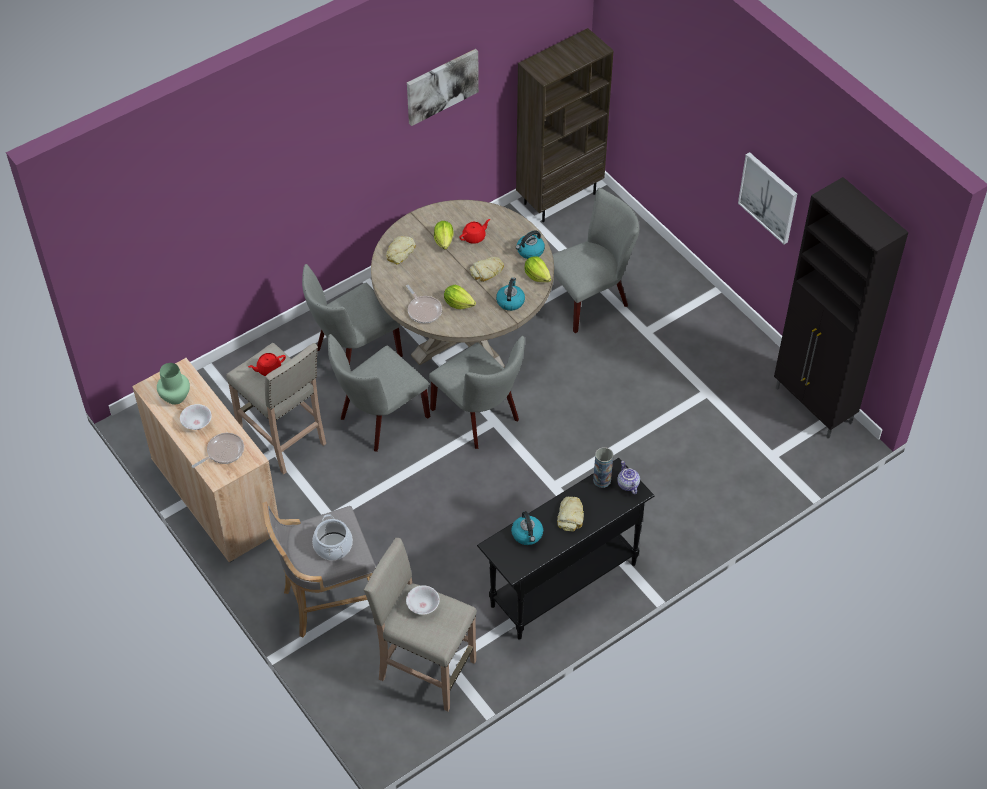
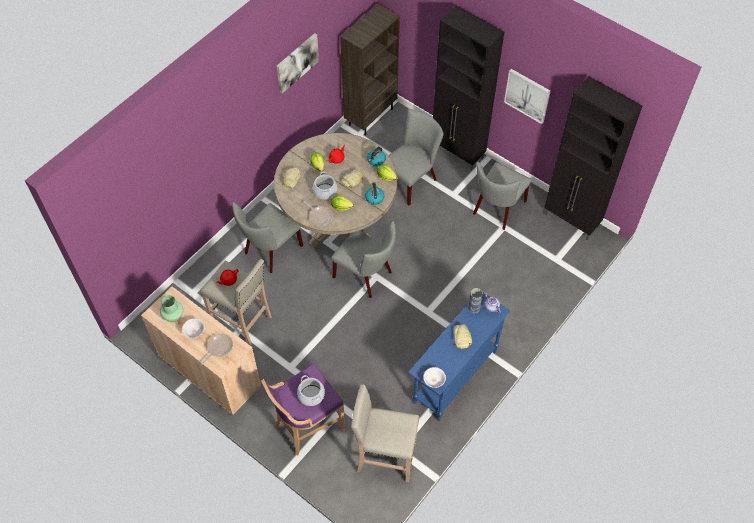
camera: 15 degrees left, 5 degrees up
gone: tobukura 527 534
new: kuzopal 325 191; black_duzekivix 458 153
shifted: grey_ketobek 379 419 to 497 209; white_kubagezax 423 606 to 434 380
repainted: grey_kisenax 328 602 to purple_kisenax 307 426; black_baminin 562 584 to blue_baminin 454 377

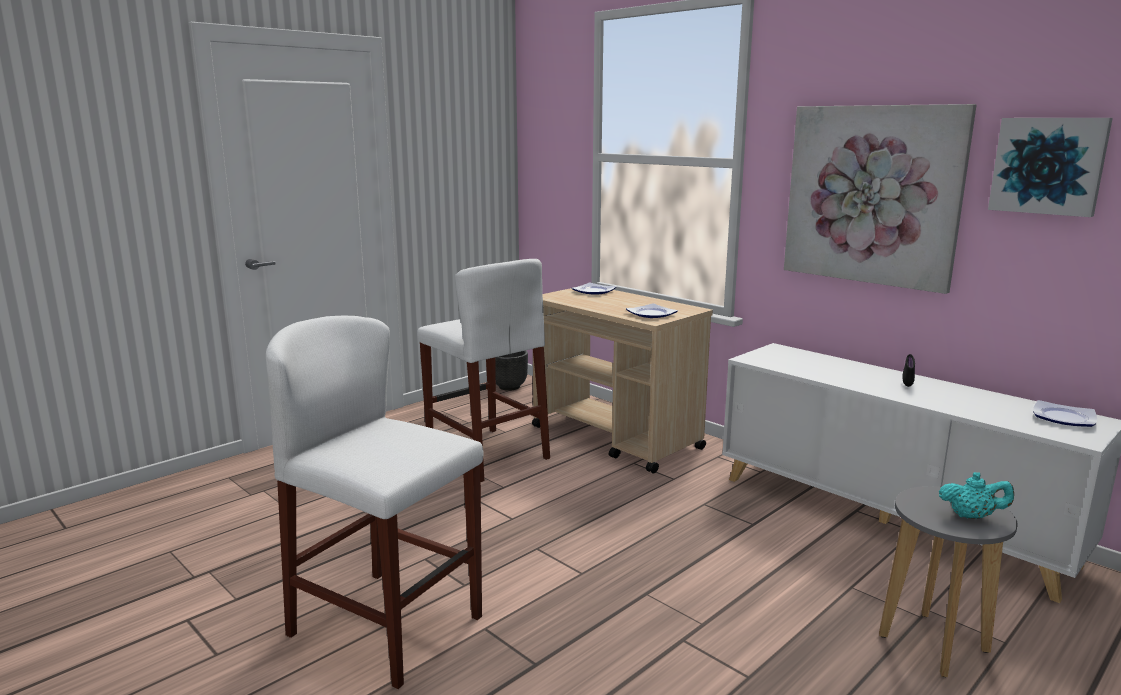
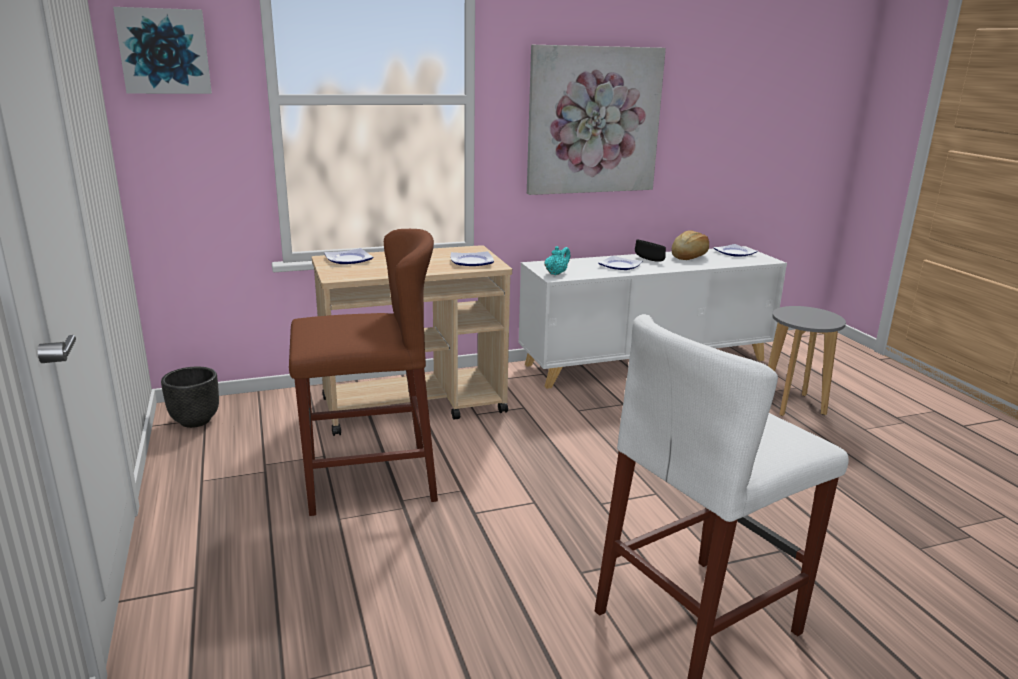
camera: 65 degrees left, 5 degrees up
new: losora 620 266; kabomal 689 256
shifted: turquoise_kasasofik 972 516 to 556 273; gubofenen 1048 165 to 164 51
repainted: white_kisenax 487 453 to brown_kisenax 369 480

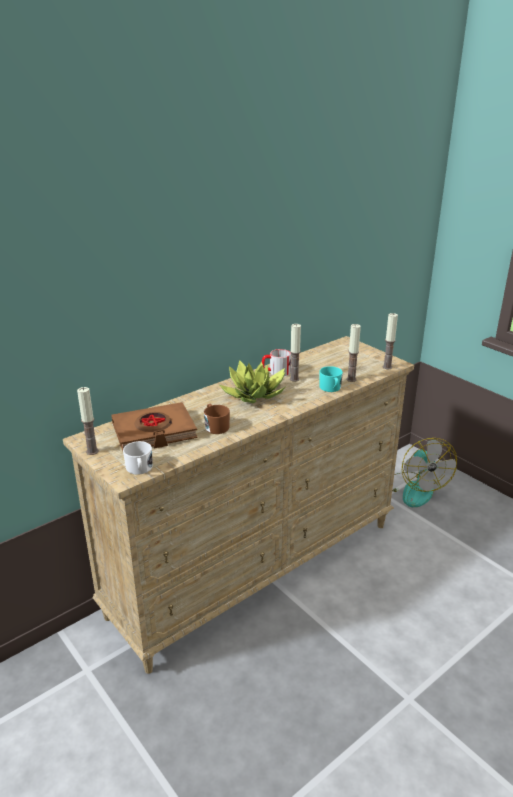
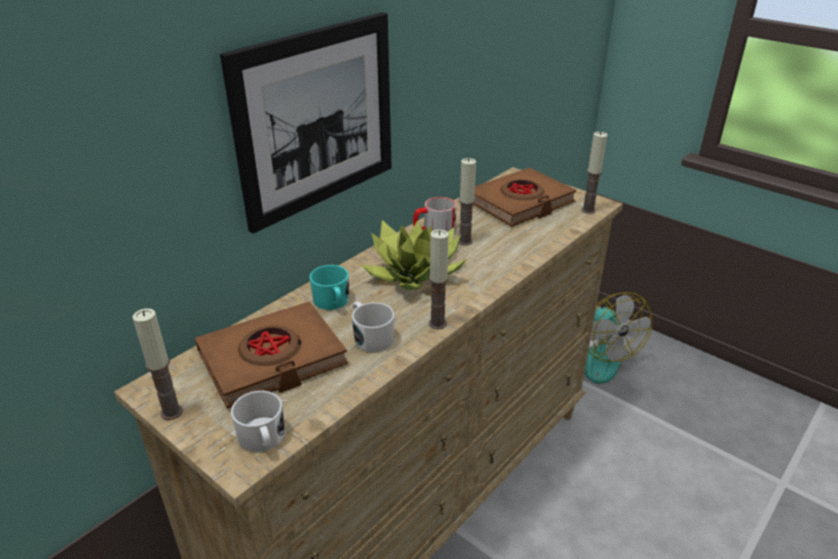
camera: 10 degrees left, 5 degrees up
new: gubofenen 317 119; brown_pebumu 520 203
shifted: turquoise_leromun 331 388 to 332 302; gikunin 351 379 to 437 323
repainted: brown_leromun 215 426 to white_leromun 370 337

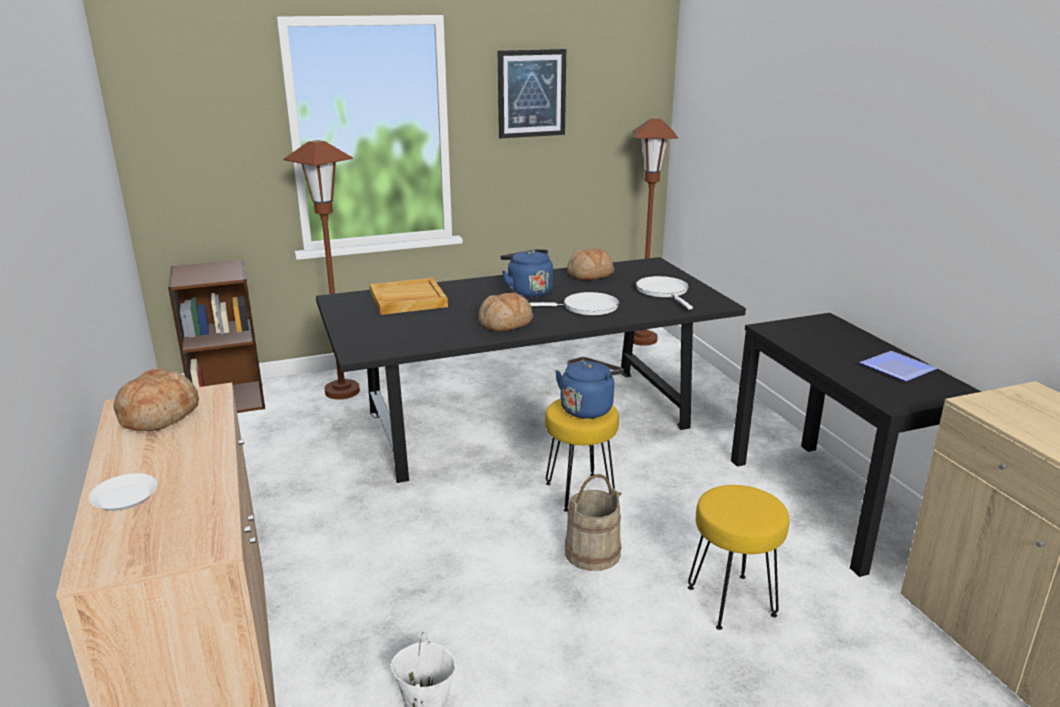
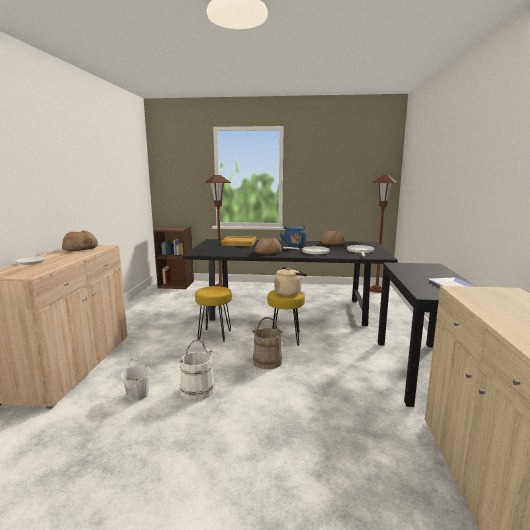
camera: 25 degrees right, 10 degrees down
gone: gubofenen 531 93
new: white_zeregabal 197 390
shifted: yellow_kisenax 731 602 to 214 335
repainted: blue_tobukura 588 408 to beige_tobukura 289 293

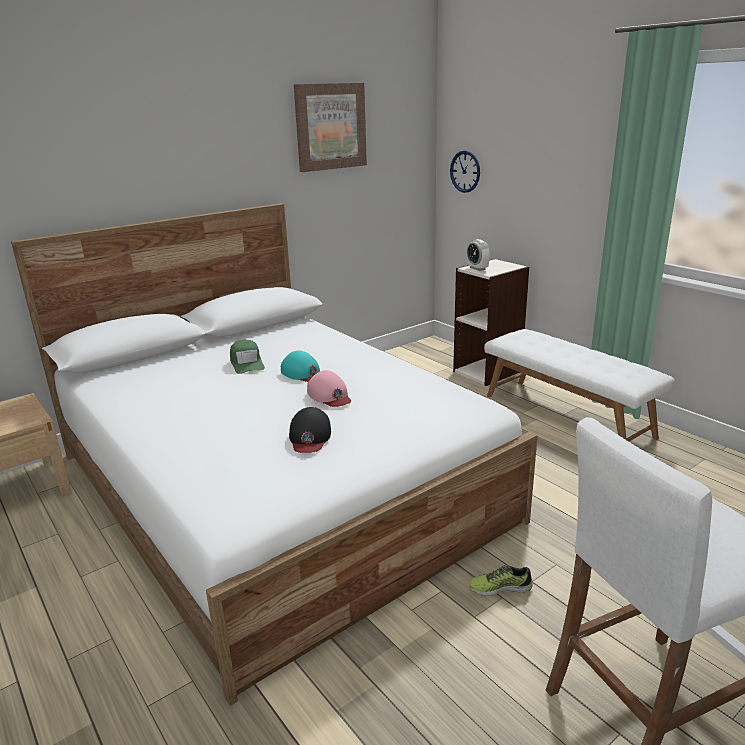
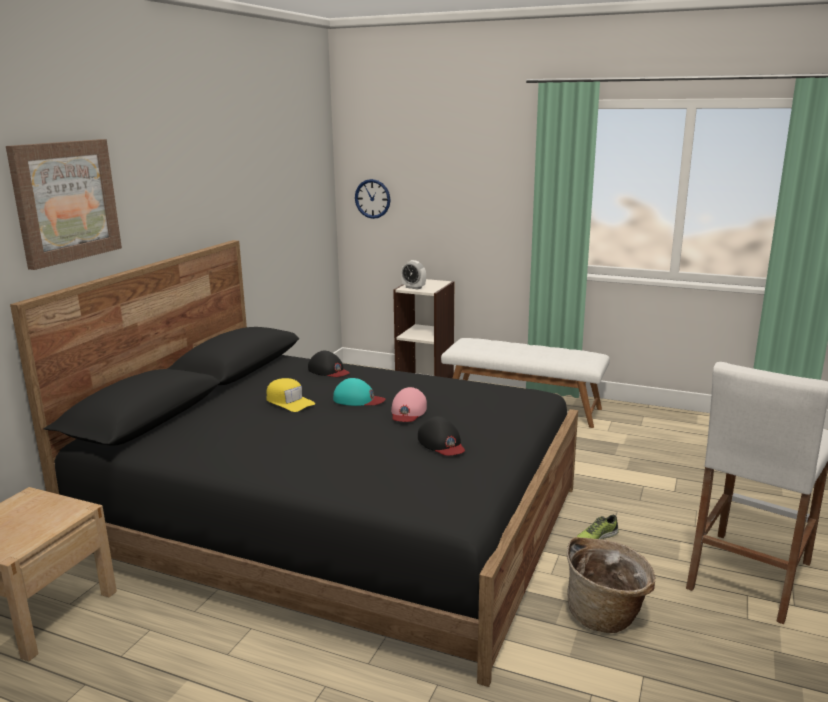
camera: 30 degrees left, 5 degrees down
new: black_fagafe 328 370; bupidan 606 615
shifted: gubofenen 330 127 to 65 201
repainted: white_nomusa 274 485 to black_nomusa 335 521; green_fagafe 247 363 to yellow_fagafe 289 402
rotated: pink_fagafe 329 395 = 408 411 75 degrees clockwise

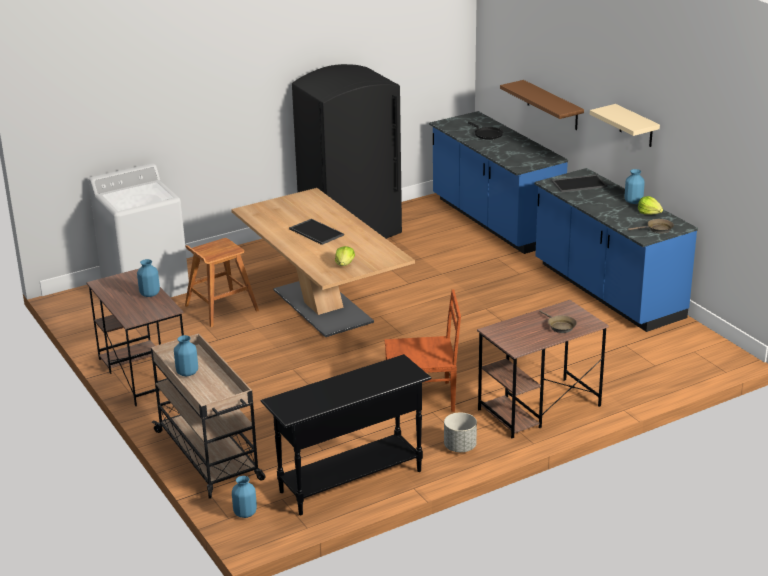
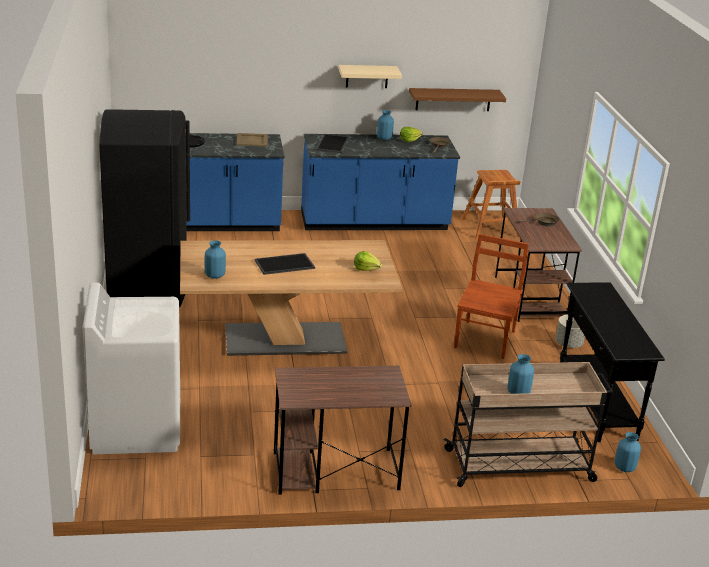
camera: 70 degrees left, 0 degrees up
new: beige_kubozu 252 140
shifted: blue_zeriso 150 294 to 214 275; brown_kisenax 220 308 to 490 228; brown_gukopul 552 105 to 453 99

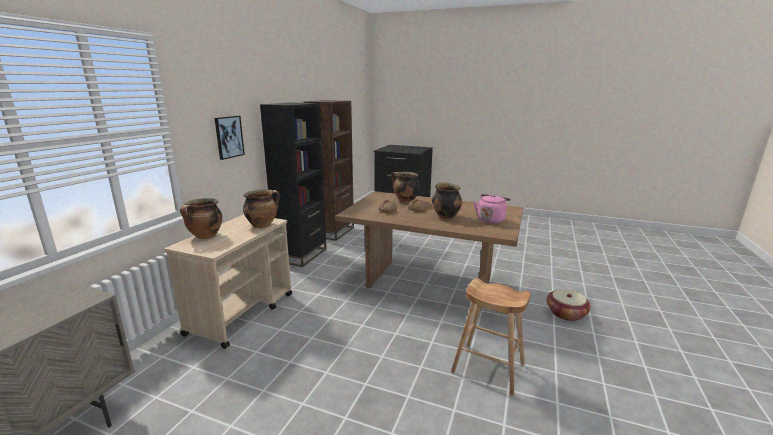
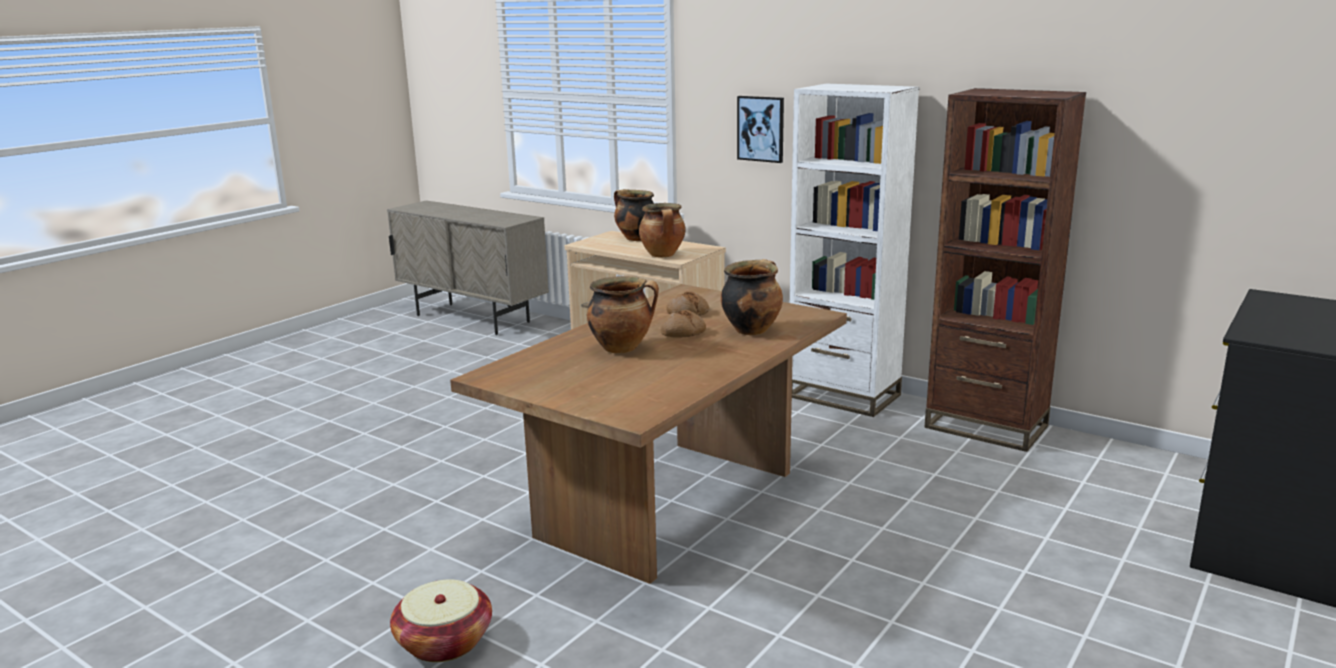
camera: 105 degrees right, 0 degrees up
gone: brown_kisenax 488 368; pink_tobukura 491 219
repainted: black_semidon 301 255 to white_semidon 843 396

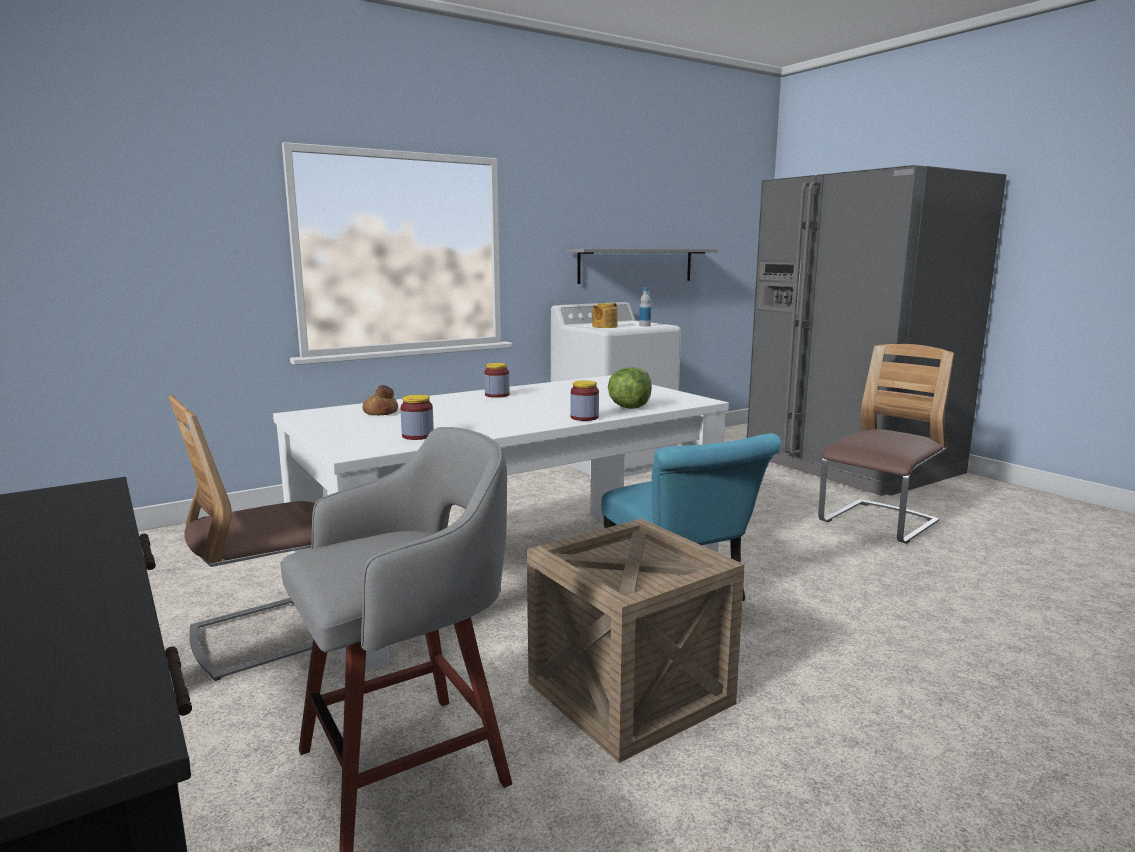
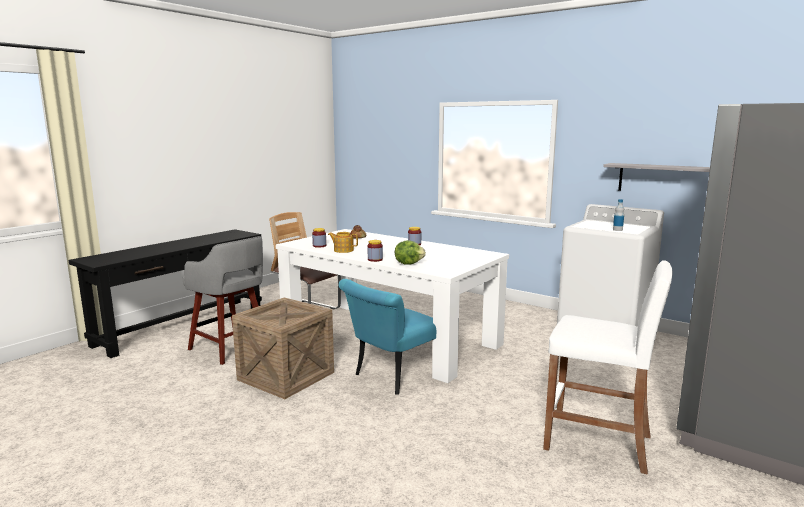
camera: 70 degrees right, 0 degrees up
shifted: kasasofik 604 326 to 343 250
swapped: ketobek 878 523 to white_kisenax 598 443

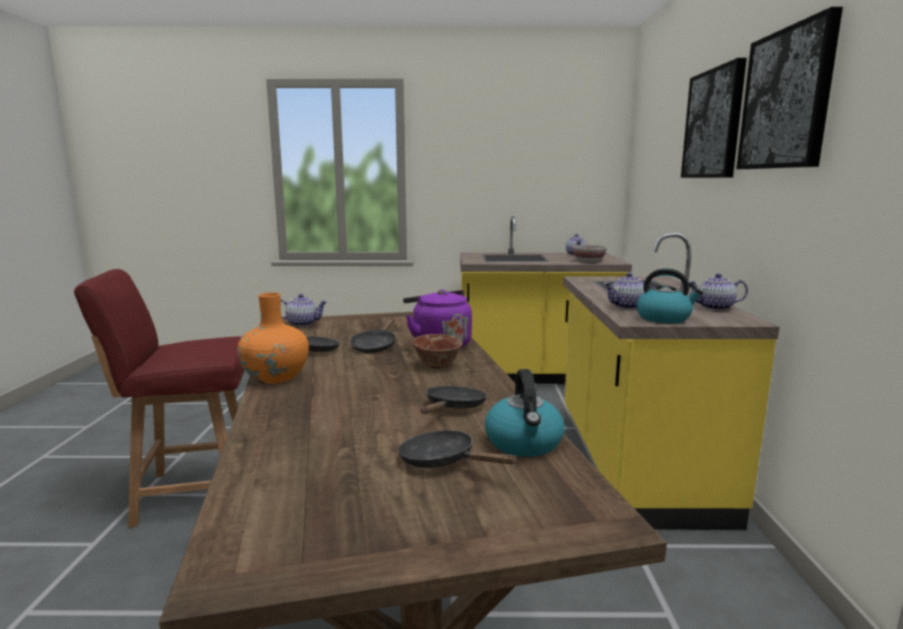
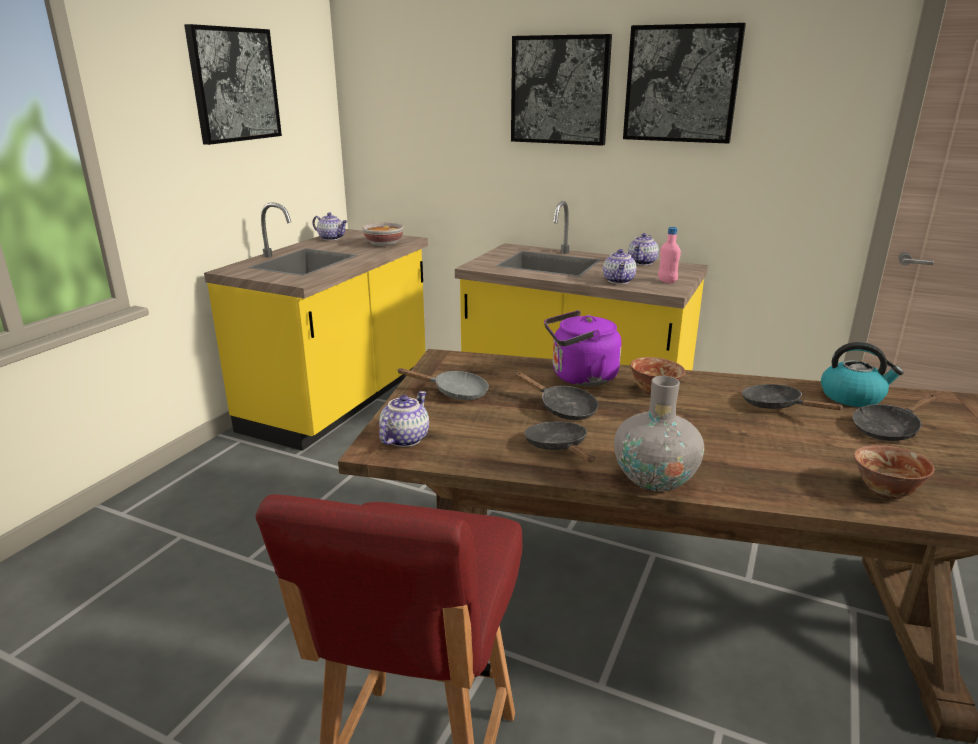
camera: 65 degrees left, 10 degrees up
new: gubofenen 234 85; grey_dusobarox 455 392; kubagezax 885 491
swapped: tobukura 664 318 to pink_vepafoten 667 281
repainted: orange_zeriso 276 377 to grey_zeriso 654 478

